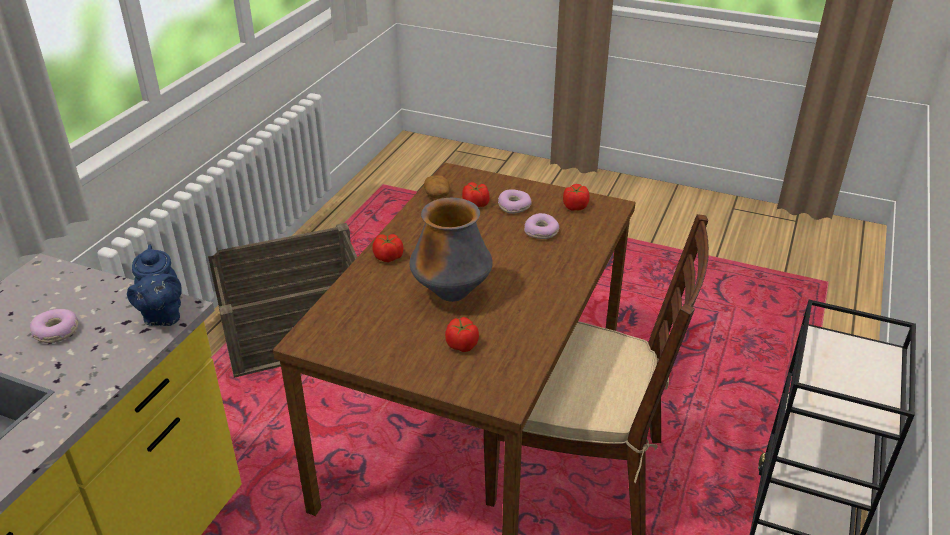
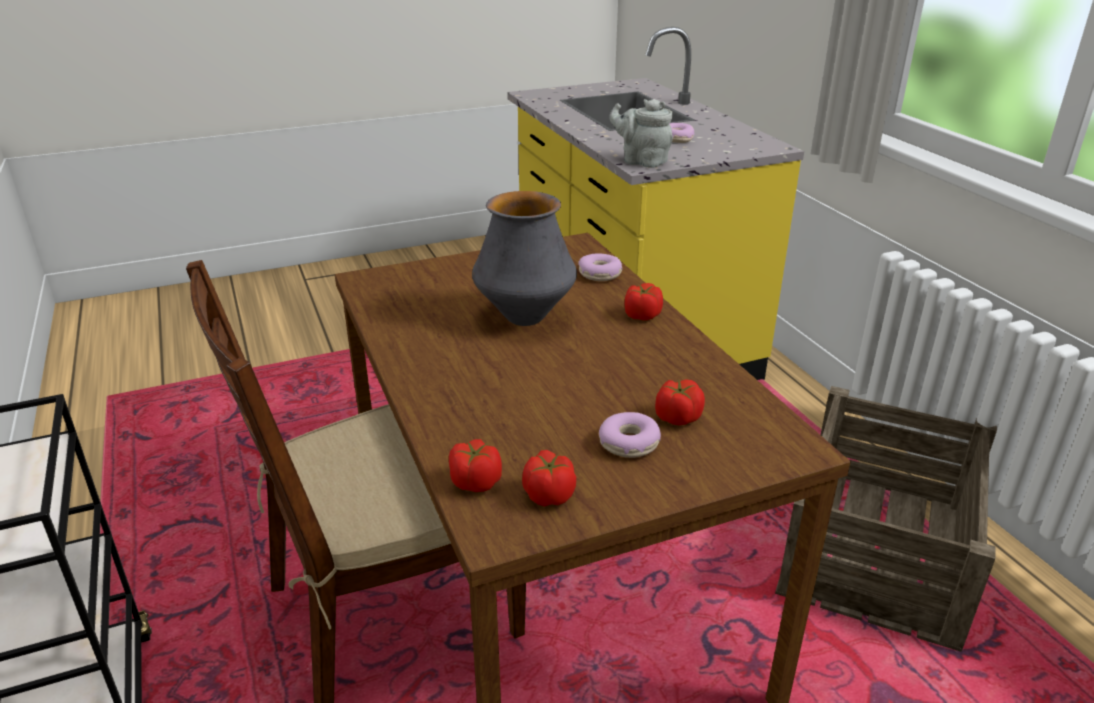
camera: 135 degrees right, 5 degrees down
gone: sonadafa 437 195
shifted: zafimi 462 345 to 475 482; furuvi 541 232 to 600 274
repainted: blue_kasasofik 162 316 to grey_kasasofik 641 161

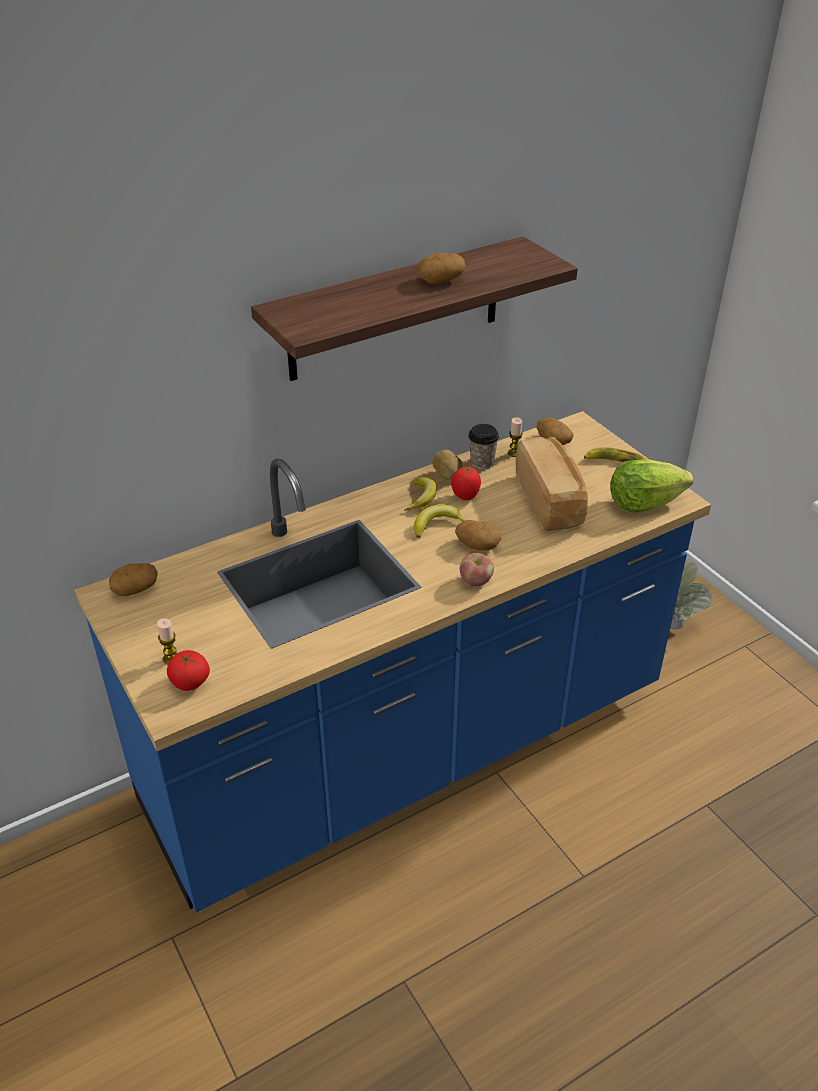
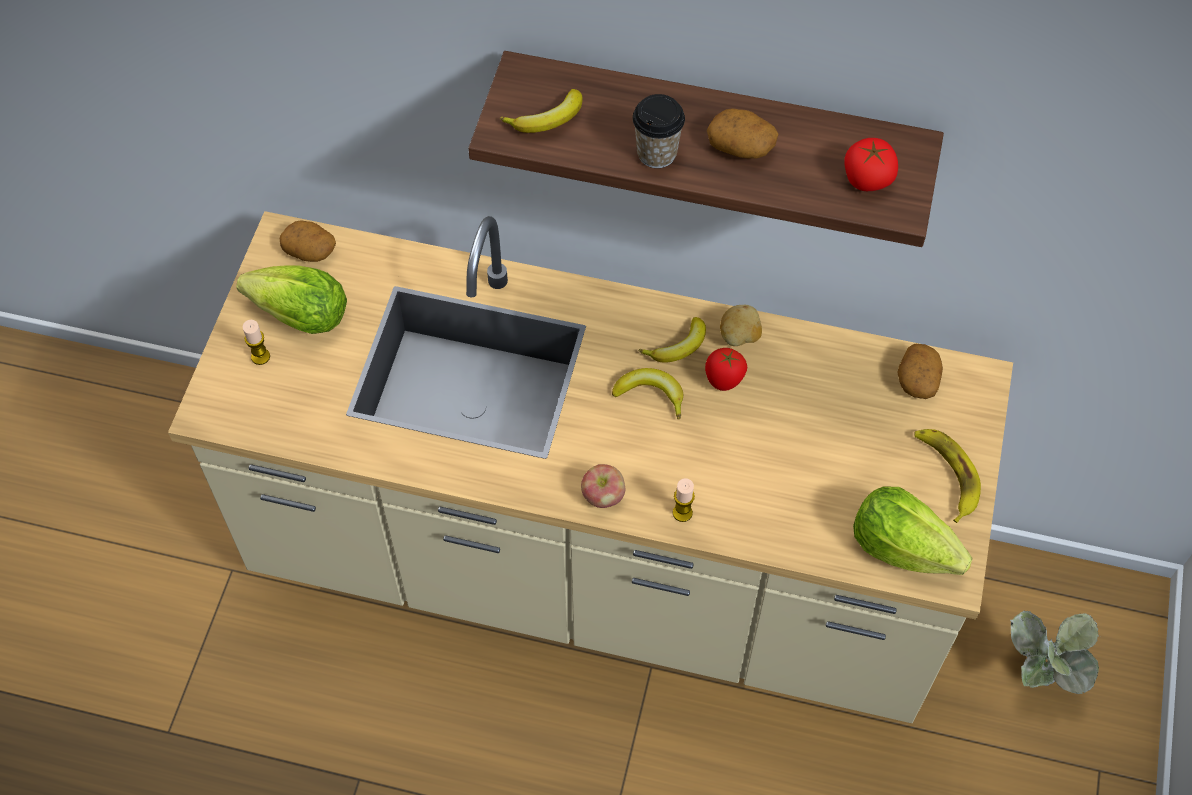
camera: 45 degrees right, 20 degrees up
gone: sonadafa 477 545; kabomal 550 501
new: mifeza 301 316; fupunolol 547 120
shifted: zafimi 190 682 to 867 179; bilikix 482 463 to 656 153; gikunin 514 453 to 682 513
repainted: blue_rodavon 408 750 to beige_rodavon 596 570

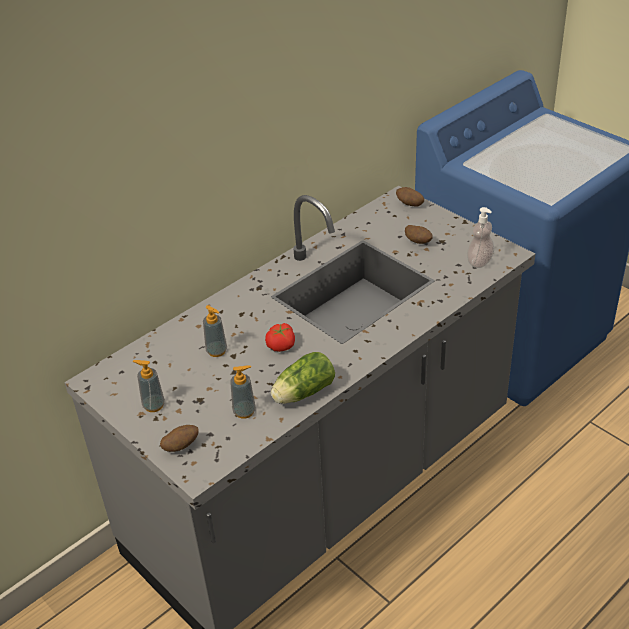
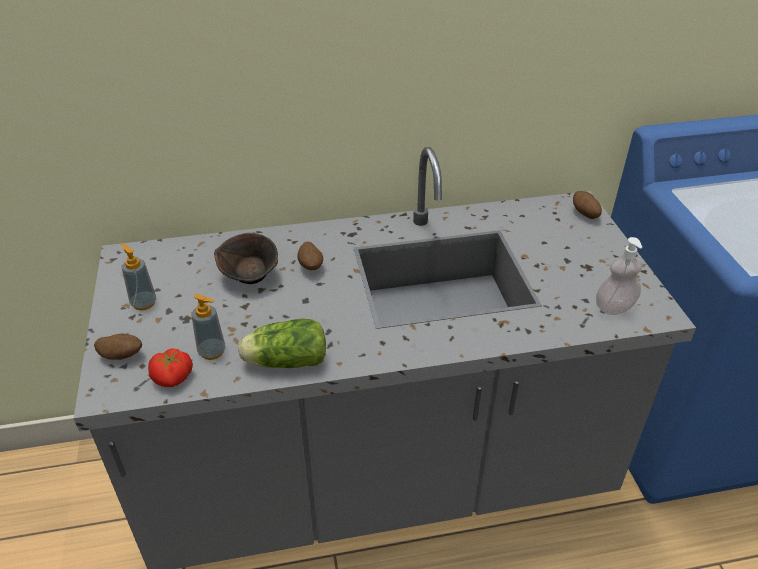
camera: 30 degrees right, 0 degrees up
shifted: zafimi 281 345 to 173 378; sonadafa 418 242 to 311 266
swapped: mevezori 216 351 to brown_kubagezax 251 278

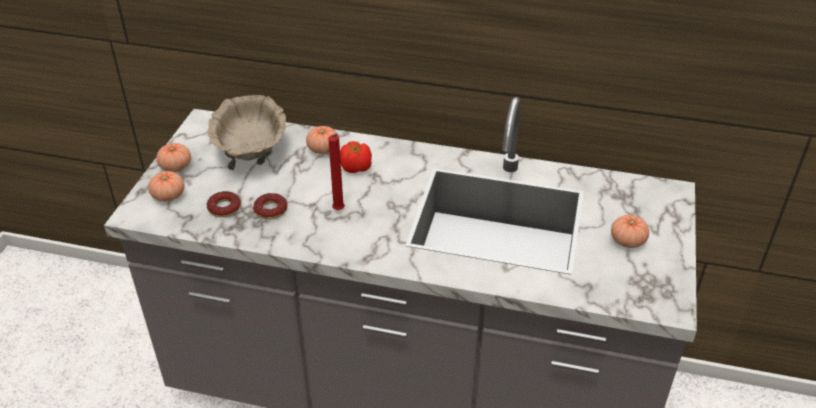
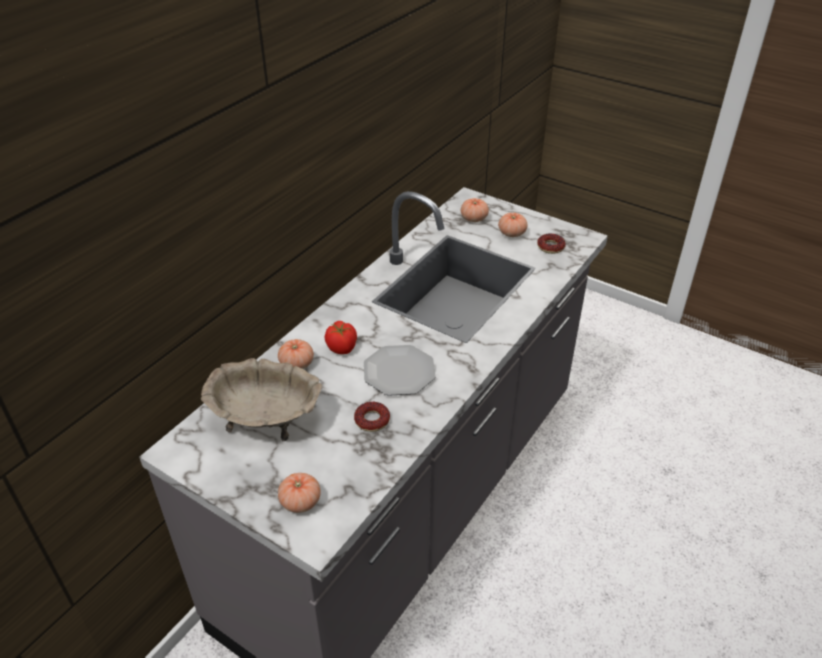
camera: 70 degrees left, 0 degrees up
shifted: zafimi 175 167 to 474 218; furuvi 224 208 to 550 247
swapped: red_gikunin 339 211 to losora 399 372

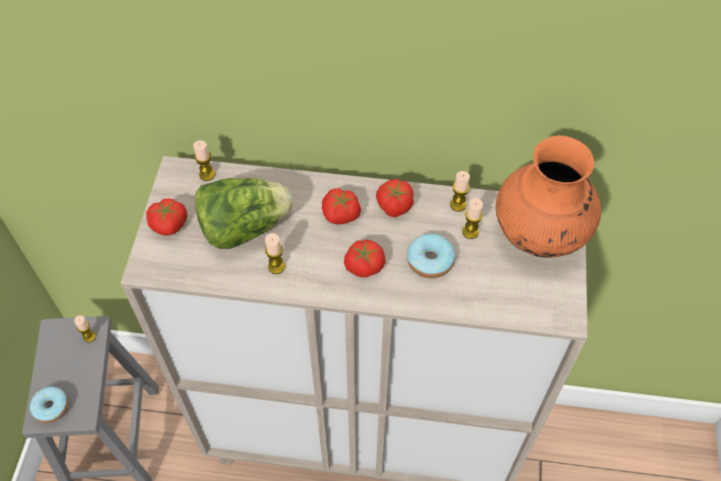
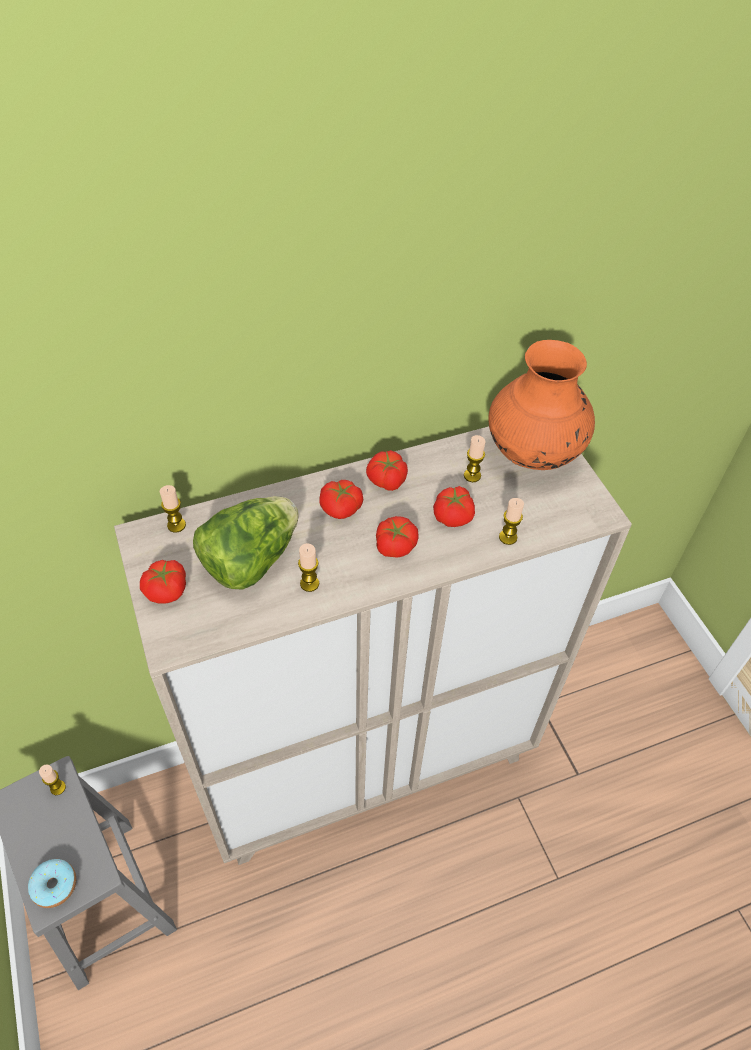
camera: 30 degrees left, 5 degrees down
shifted: gikunin 458 205 to 508 537
swapped: furuvi 430 261 to zafimi 453 516

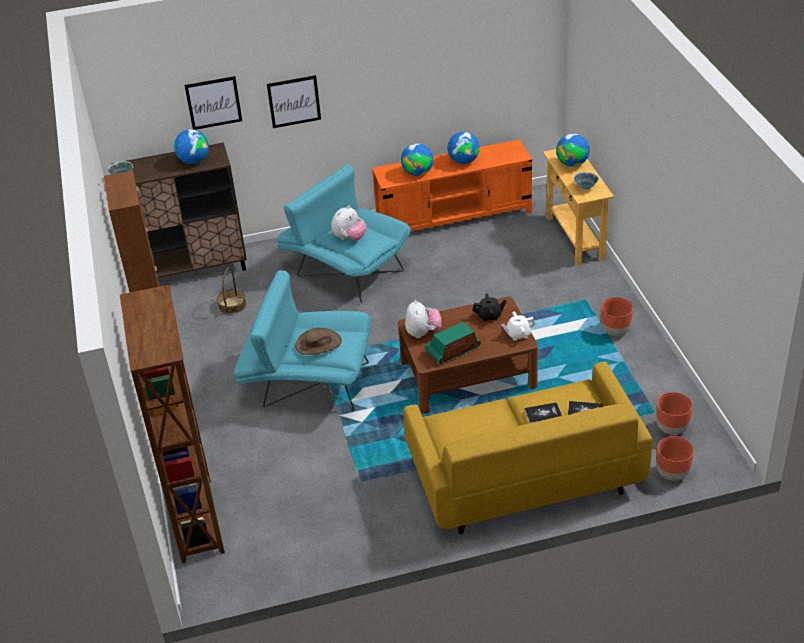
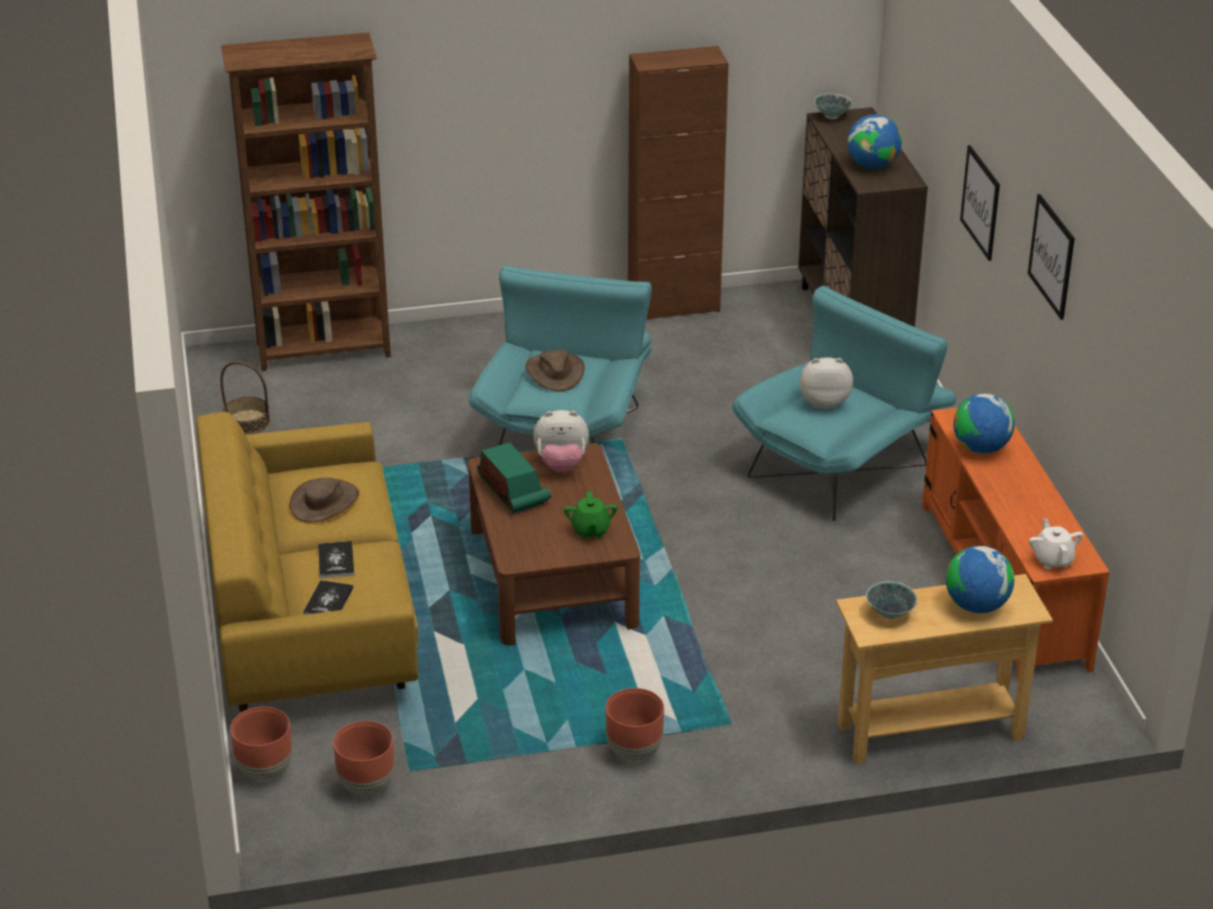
camera: 90 degrees right, 5 degrees down
gone: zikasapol 463 161
new: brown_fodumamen 325 502
shifted: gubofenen 213 103 to 1051 256; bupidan 232 305 to 247 422; white_kasasofik 518 334 to 1053 560
repainted: black_kasasofik 489 316 to green_kasasofik 590 530
rotated: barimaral 349 238 = 823 401 135 degrees clockwise

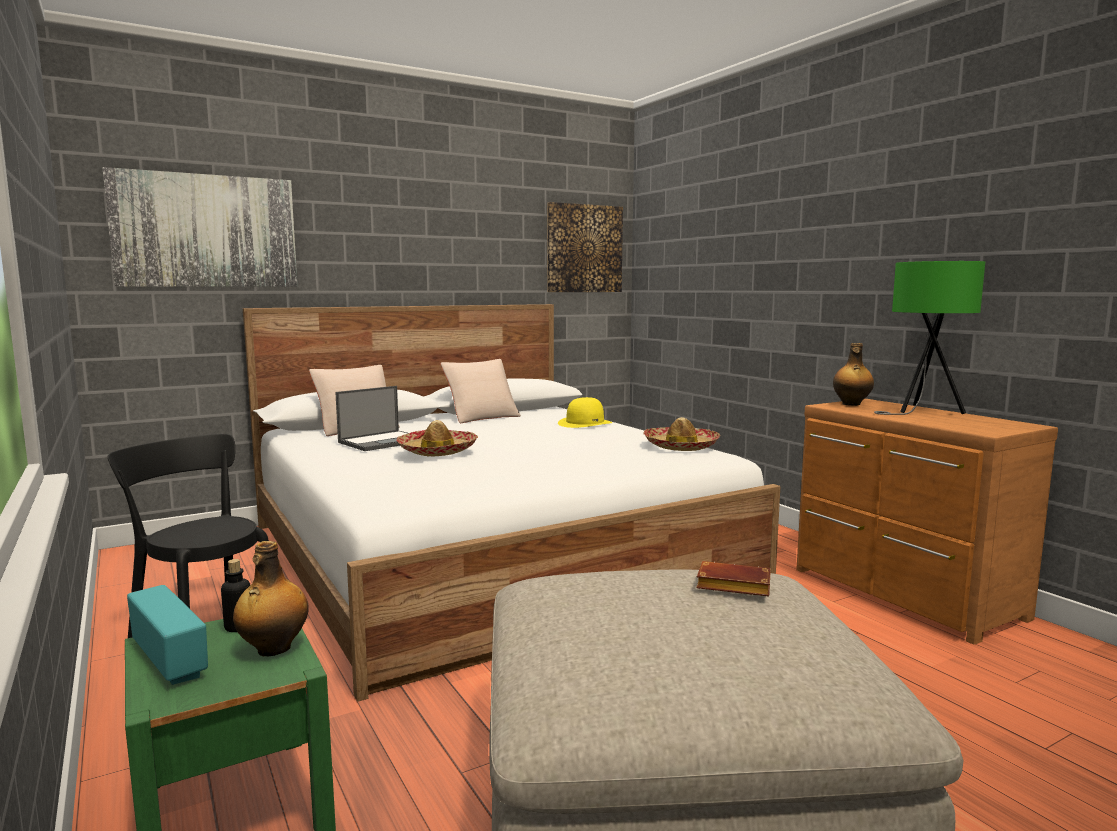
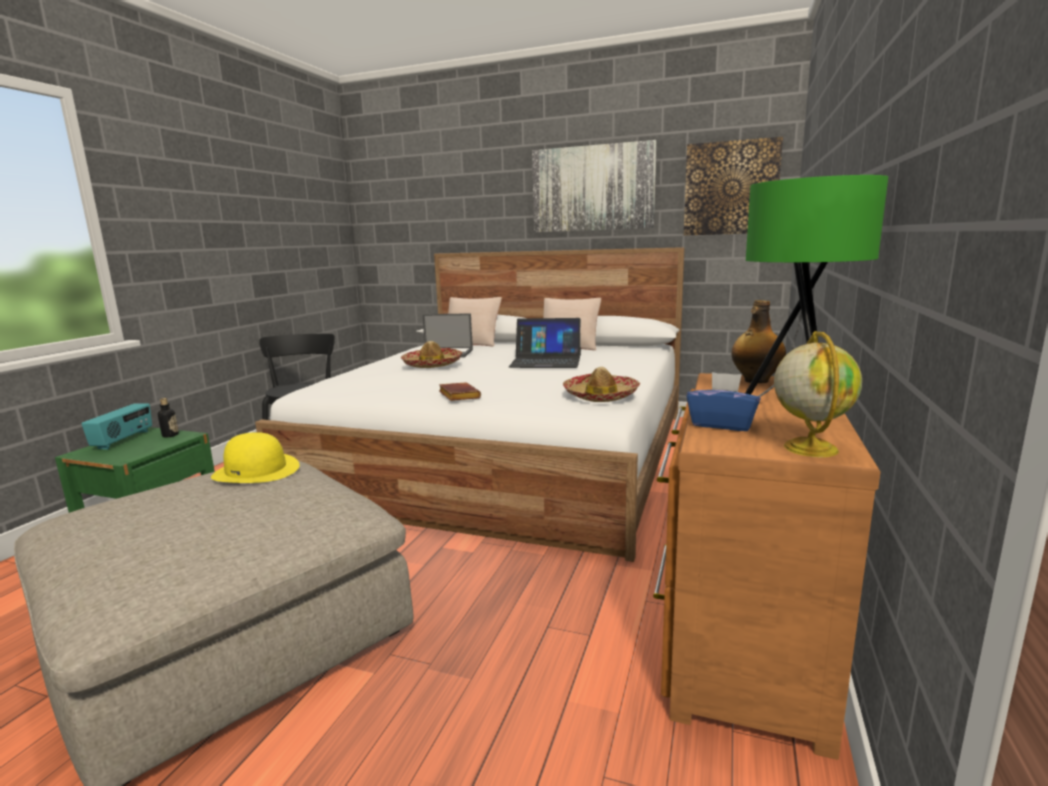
camera: 50 degrees right, 5 degrees up
gone: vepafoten 273 649
new: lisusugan 546 361; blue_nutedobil 722 424; zikasapol 809 448
shifted: gubofenen 206 231 to 592 188; yellow_fodumamen 585 423 to 256 470; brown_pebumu 731 586 to 457 396

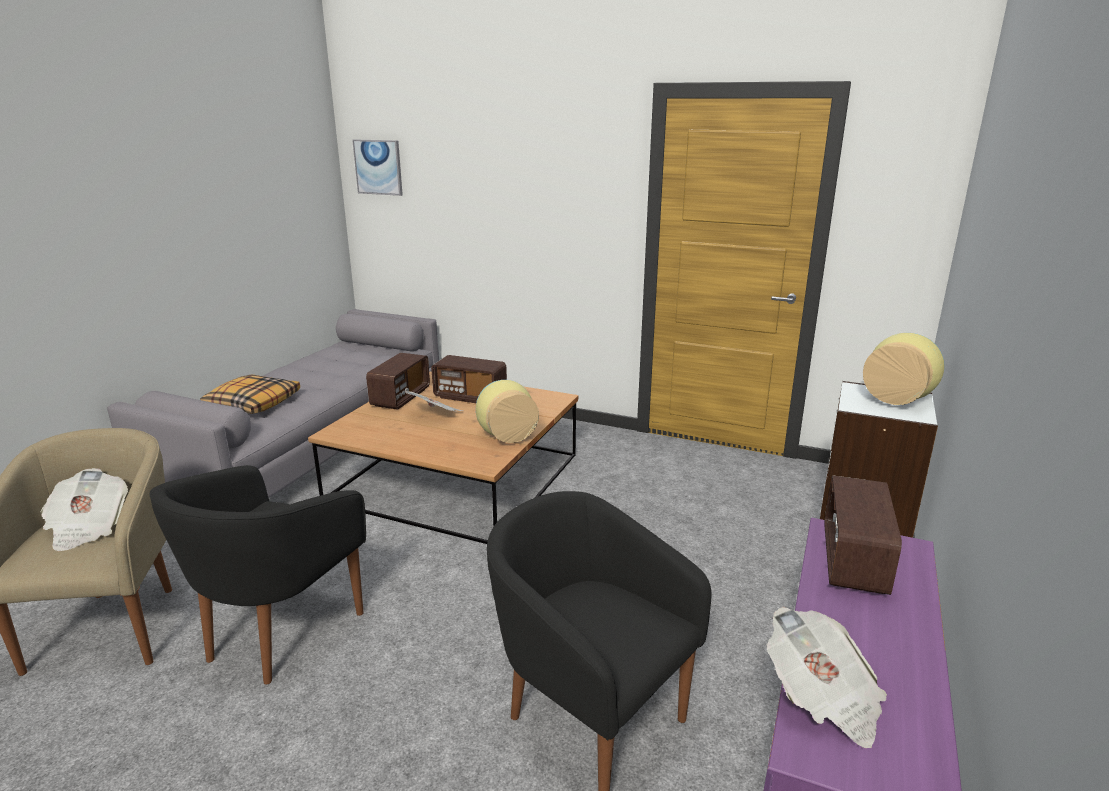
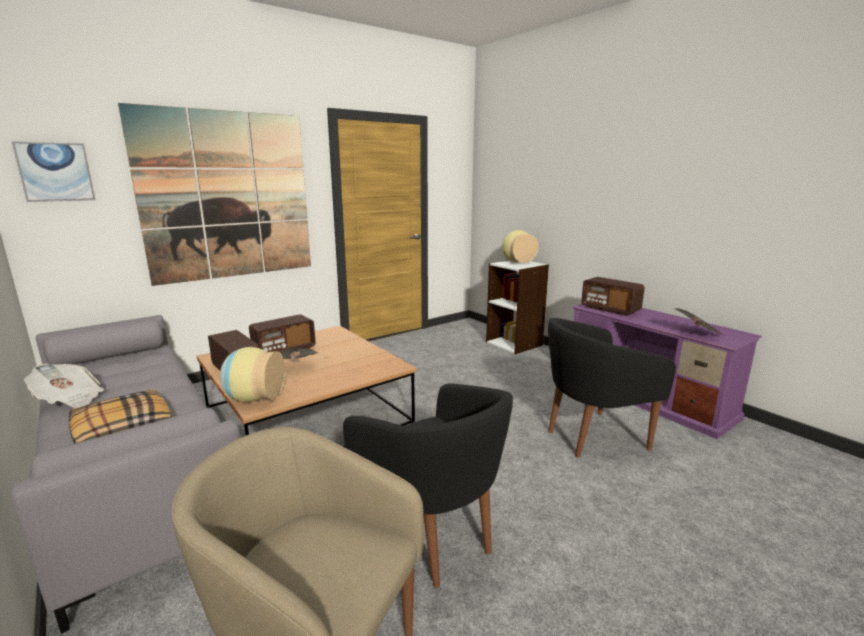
camera: 60 degrees left, 5 degrees down
new: gubofenen 228 196
shifted: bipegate 87 527 to 69 399; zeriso 505 434 to 253 398

